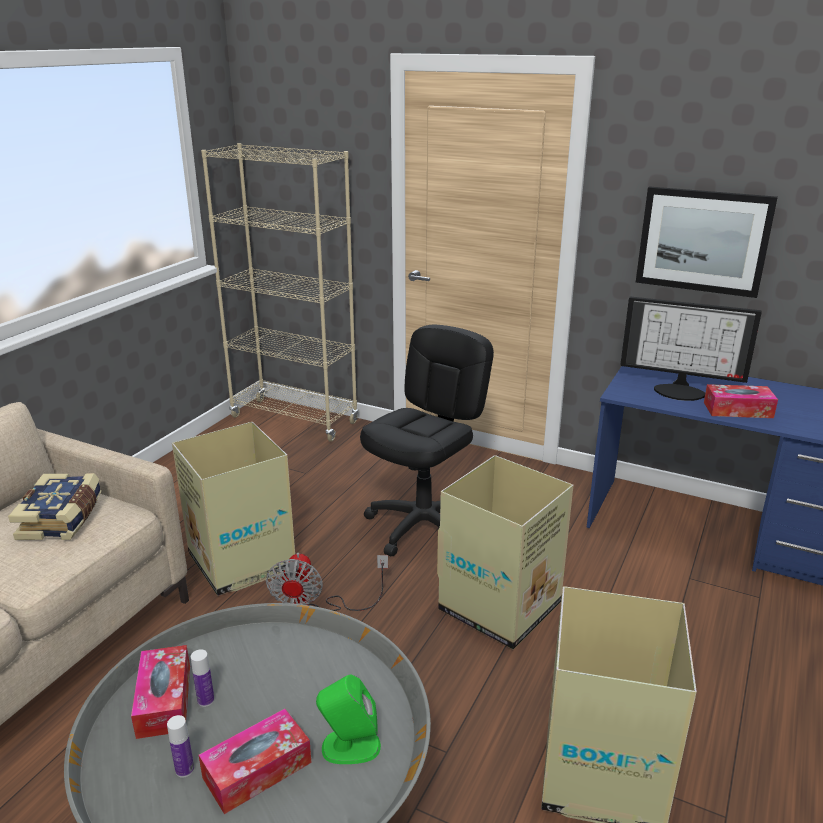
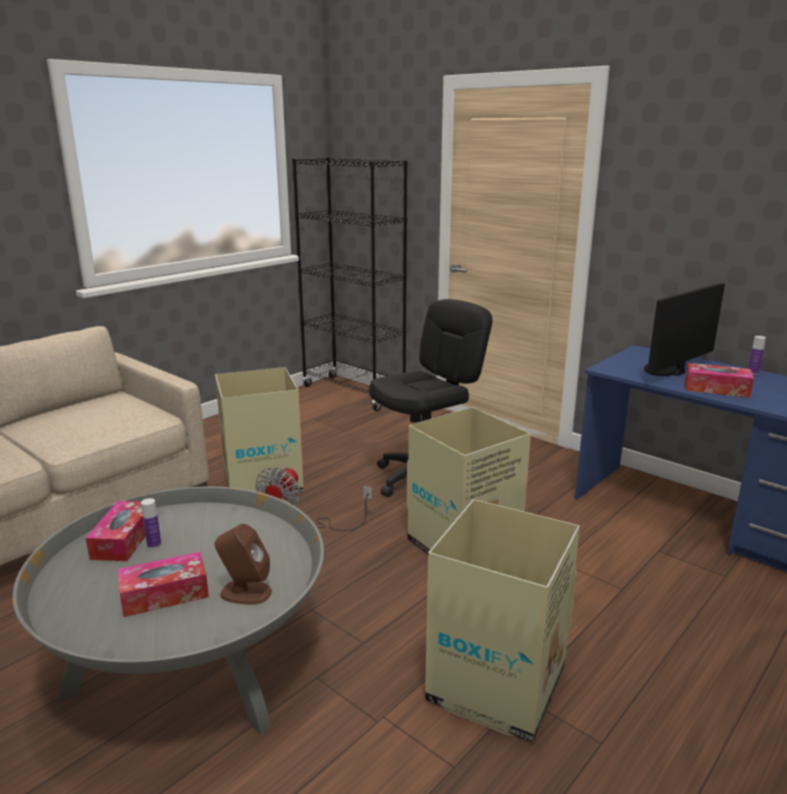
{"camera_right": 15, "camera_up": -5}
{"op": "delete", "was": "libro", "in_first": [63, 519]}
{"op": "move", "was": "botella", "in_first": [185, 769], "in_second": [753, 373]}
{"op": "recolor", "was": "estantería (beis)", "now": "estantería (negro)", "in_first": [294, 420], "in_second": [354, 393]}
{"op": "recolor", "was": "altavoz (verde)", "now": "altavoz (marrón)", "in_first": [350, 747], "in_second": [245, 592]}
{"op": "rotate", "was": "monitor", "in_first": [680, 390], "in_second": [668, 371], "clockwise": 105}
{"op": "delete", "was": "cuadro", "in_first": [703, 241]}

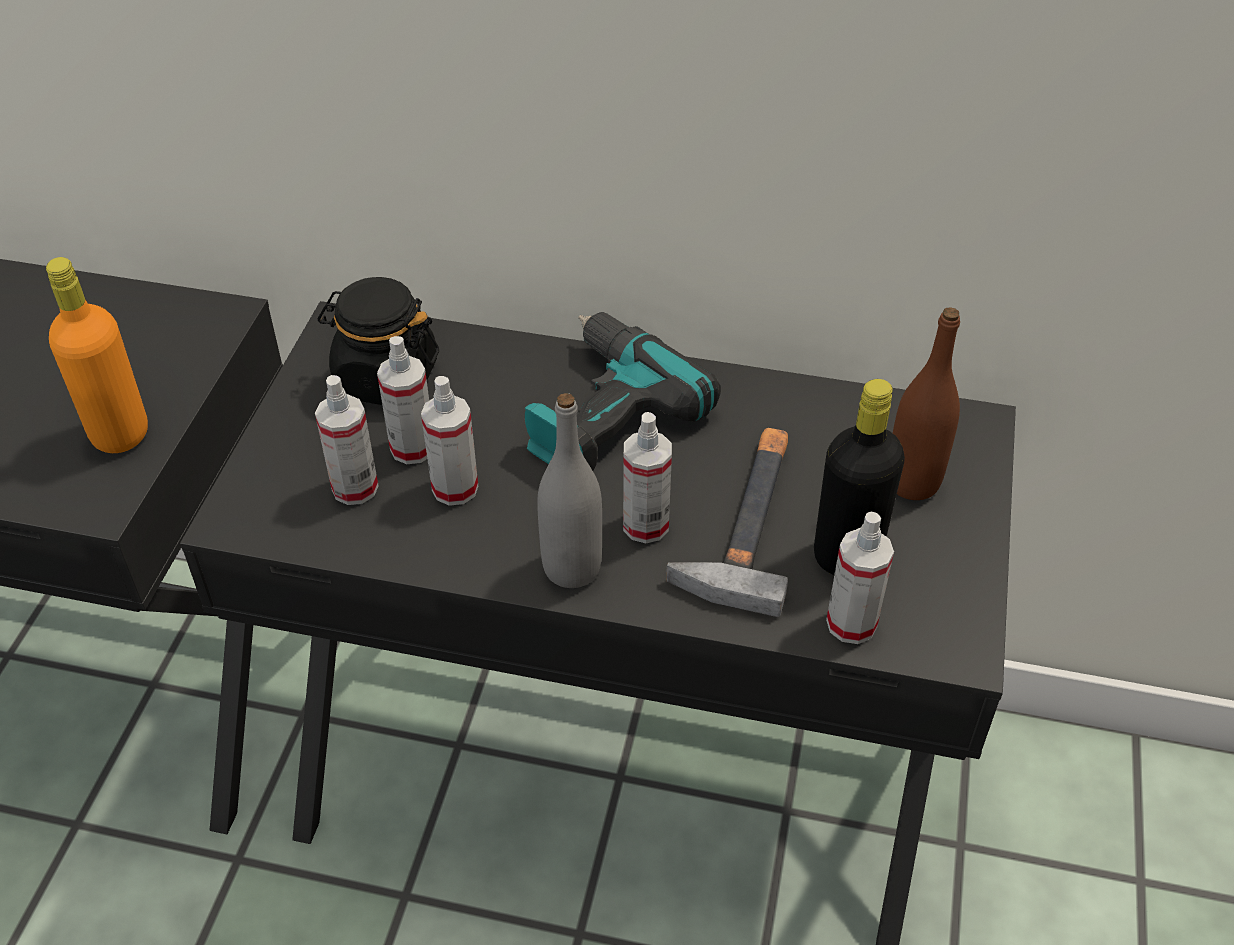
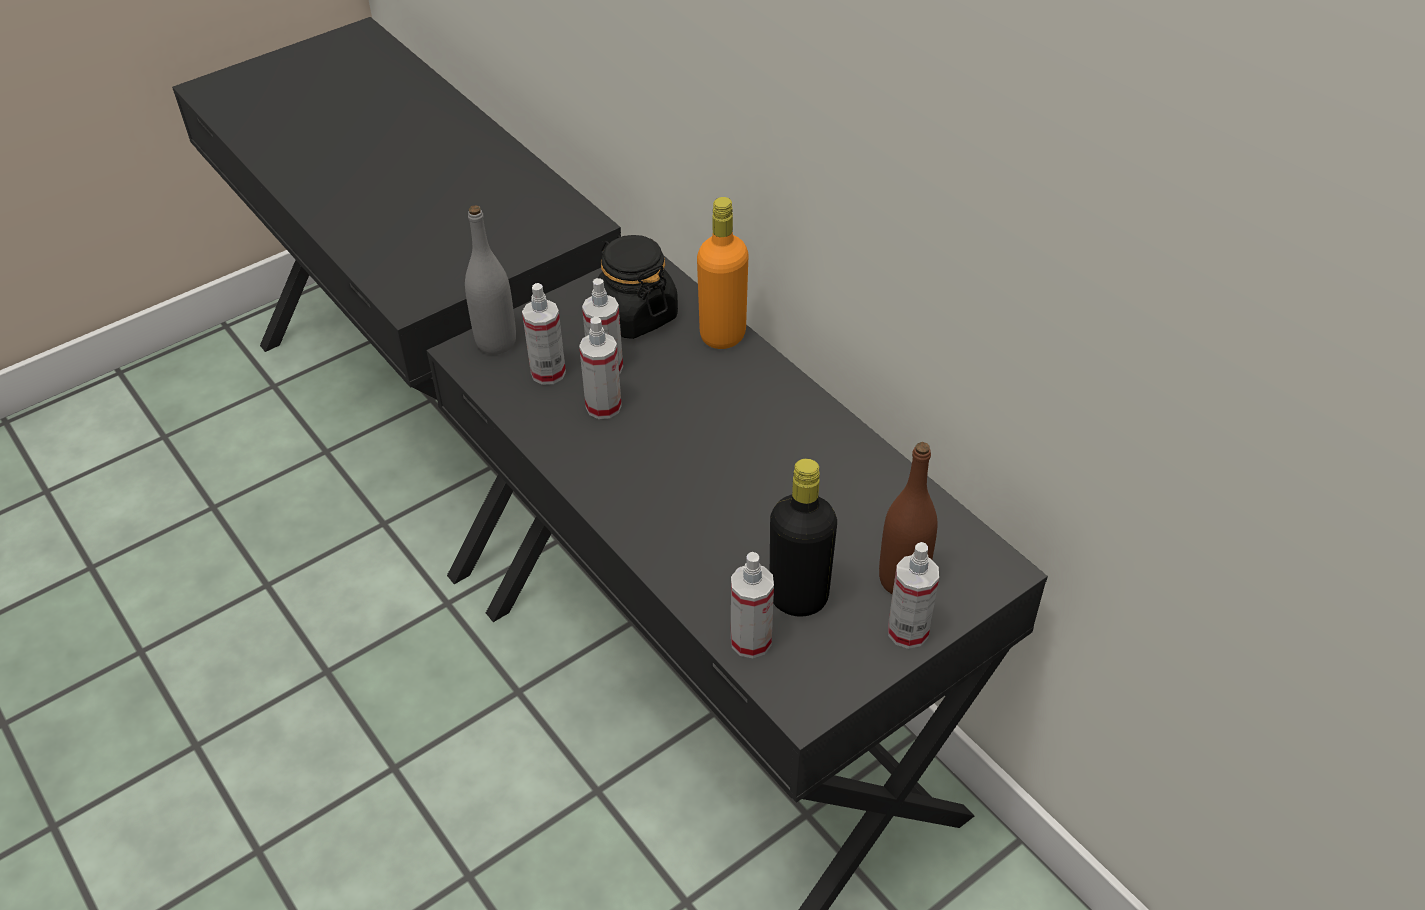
{"camera_right": 40, "camera_up": 0}
{"op": "move", "was": "botella (naranja)", "in_first": [120, 433], "in_second": [722, 335]}
{"op": "delete", "was": "taladro", "in_first": [602, 413]}
{"op": "move", "was": "botella (gris)", "in_first": [572, 568], "in_second": [496, 342]}
{"op": "move", "was": "pulverizador", "in_first": [645, 525], "in_second": [908, 631]}
{"op": "delete", "was": "martillo", "in_first": [745, 519]}

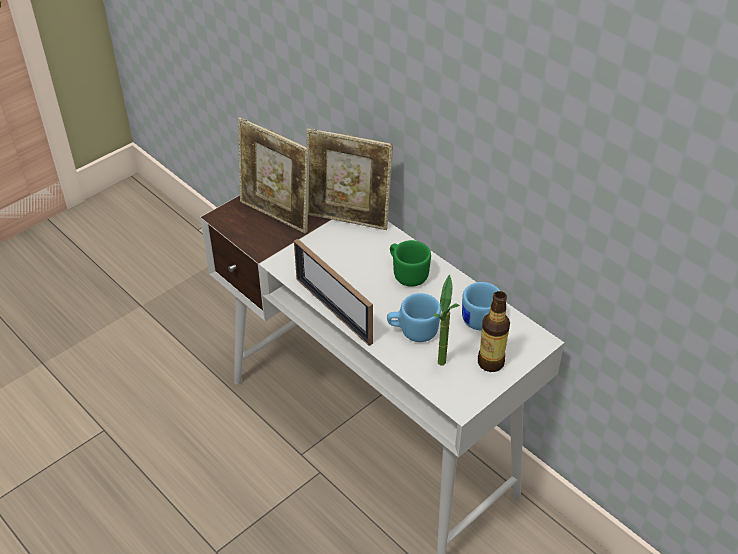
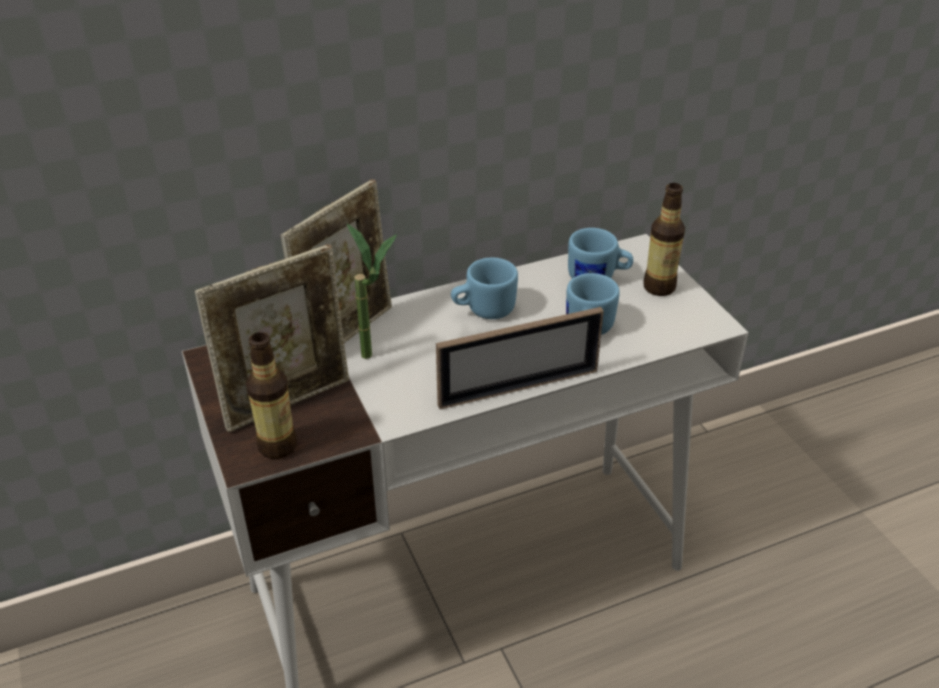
{"camera_right": -70, "camera_up": -5}
{"op": "recolor", "was": "taza grande (verde)", "now": "taza grande (azul)", "in_first": [407, 273], "in_second": [483, 310]}
{"op": "move", "was": "planta en maceta", "in_first": [443, 369], "in_second": [377, 357]}
{"op": "insert", "now": "botella", "in_second": [277, 446]}

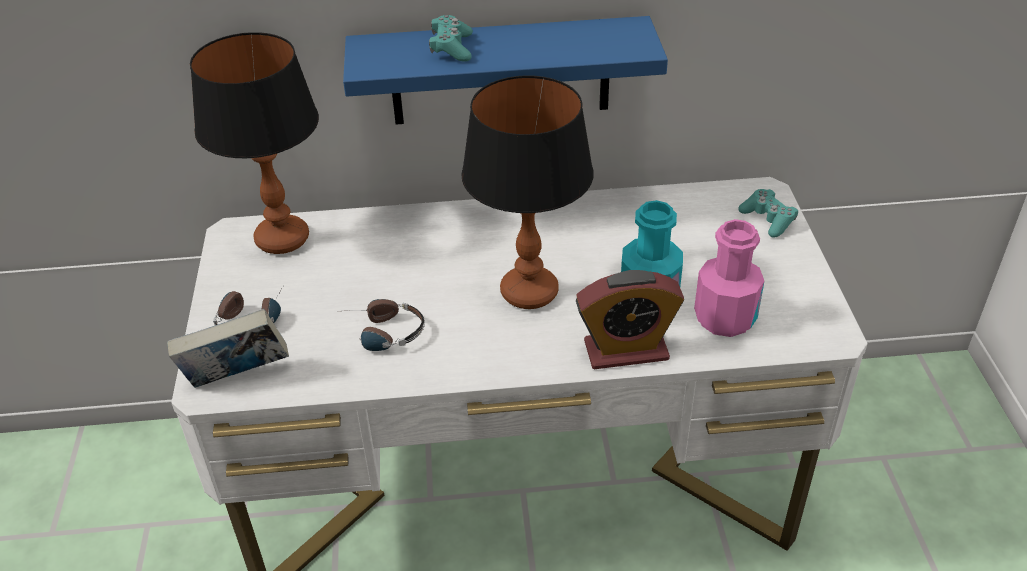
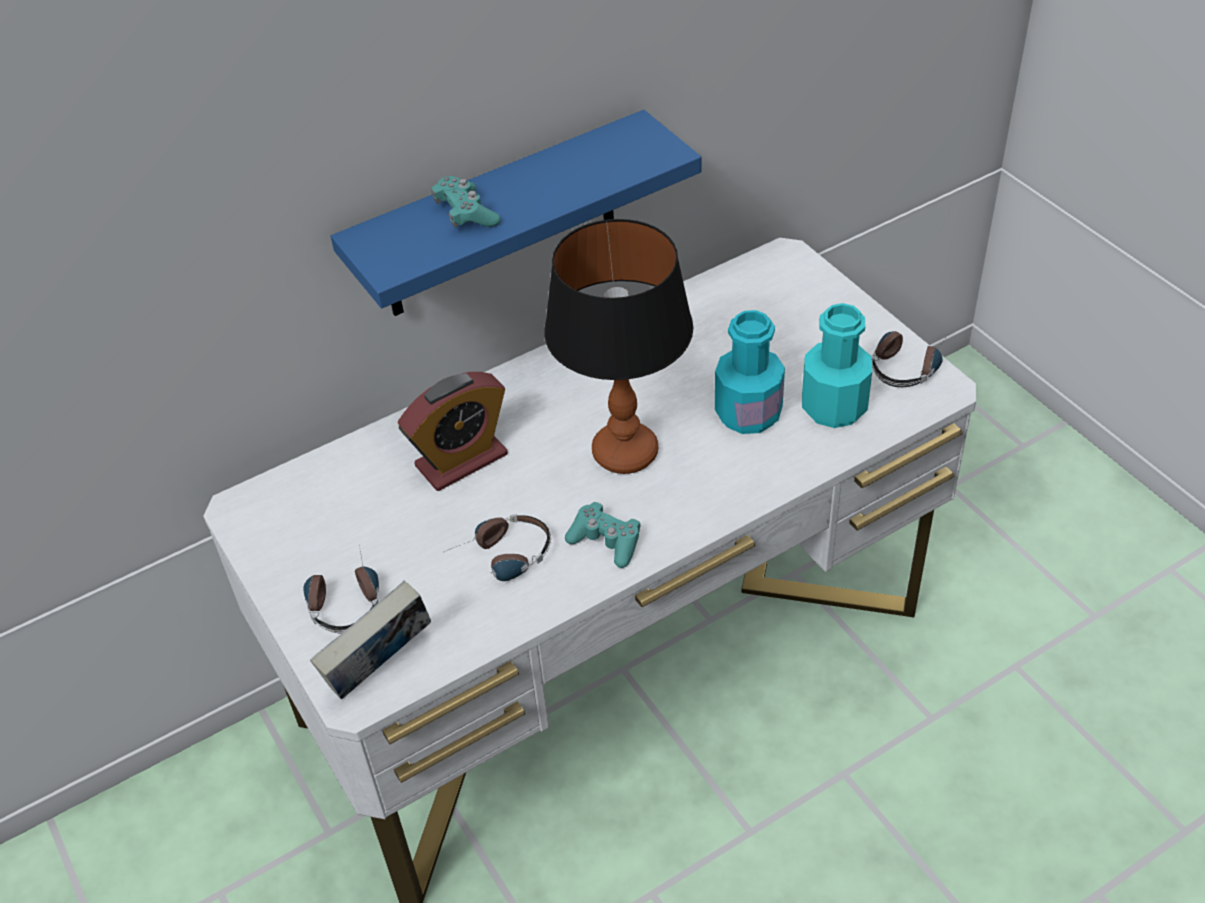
{"camera_right": -25, "camera_up": 5}
{"op": "delete", "was": "lámpara de mesa", "in_first": [282, 239]}
{"op": "move", "was": "despertador", "in_first": [626, 350], "in_second": [461, 460]}
{"op": "recolor", "was": "botella (rosa)", "now": "botella (turquesa)", "in_first": [724, 318], "in_second": [834, 407]}
{"op": "move", "was": "mando de consola (turquesa)", "in_first": [768, 219], "in_second": [606, 541]}
{"op": "insert", "now": "auriculares", "in_second": [907, 364]}

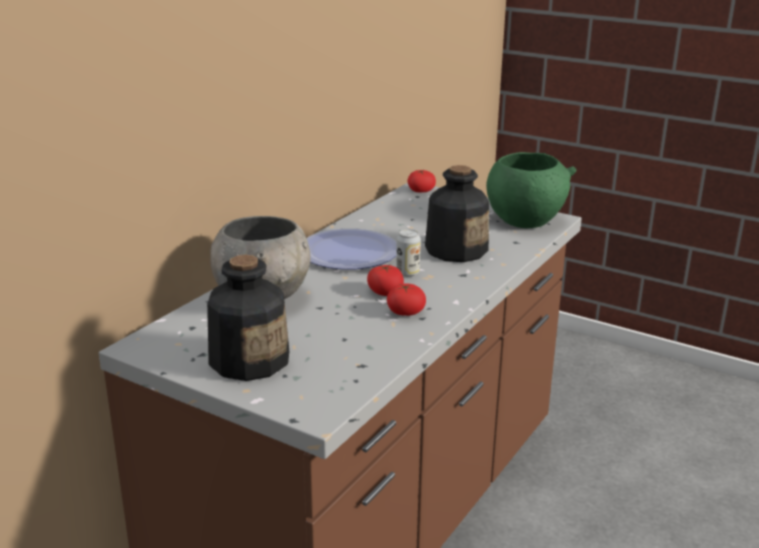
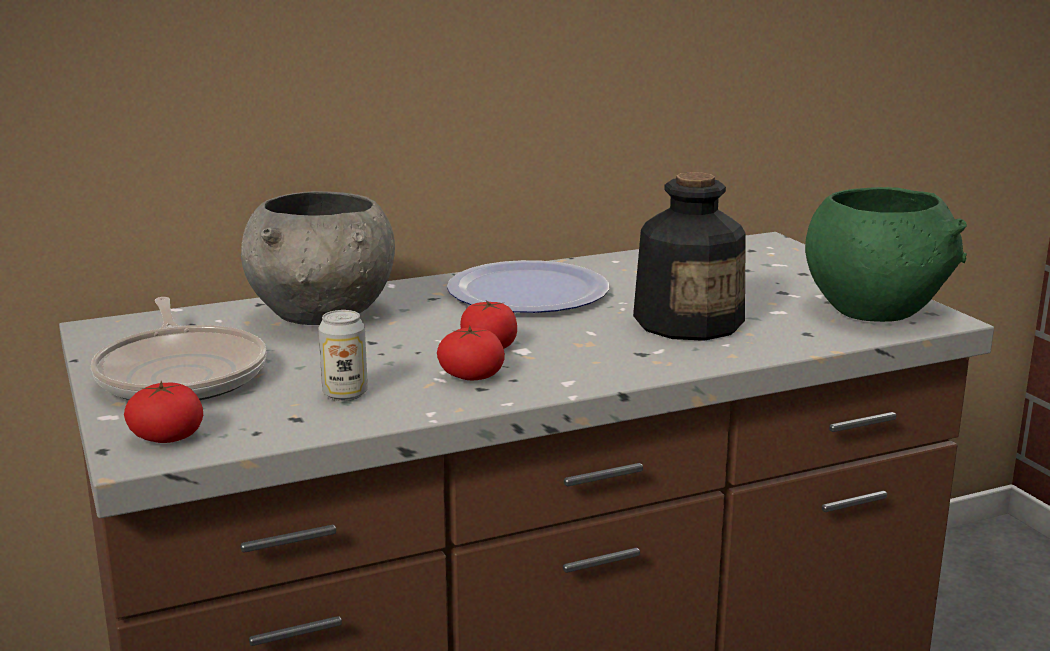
{"camera_right": 35, "camera_up": -5}
{"op": "replace", "was": "botella", "now": "sartén", "in_first": [249, 360], "in_second": [182, 374]}
{"op": "move", "was": "lata", "in_first": [407, 273], "in_second": [345, 394]}
{"op": "move", "was": "tomate", "in_first": [421, 191], "in_second": [167, 437]}

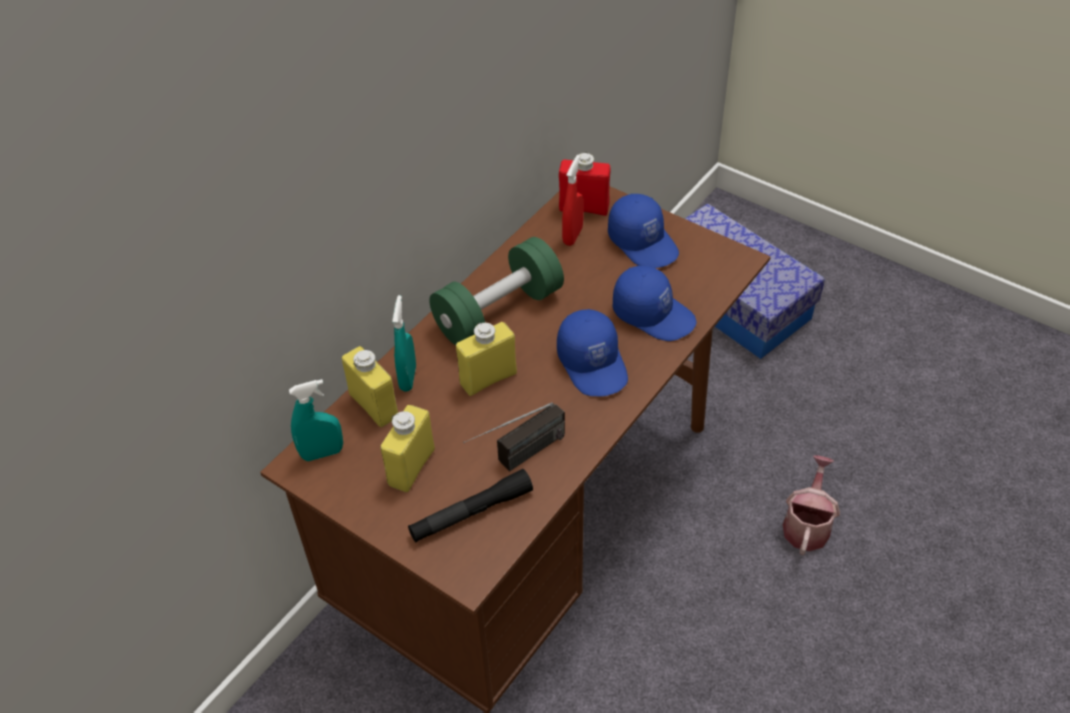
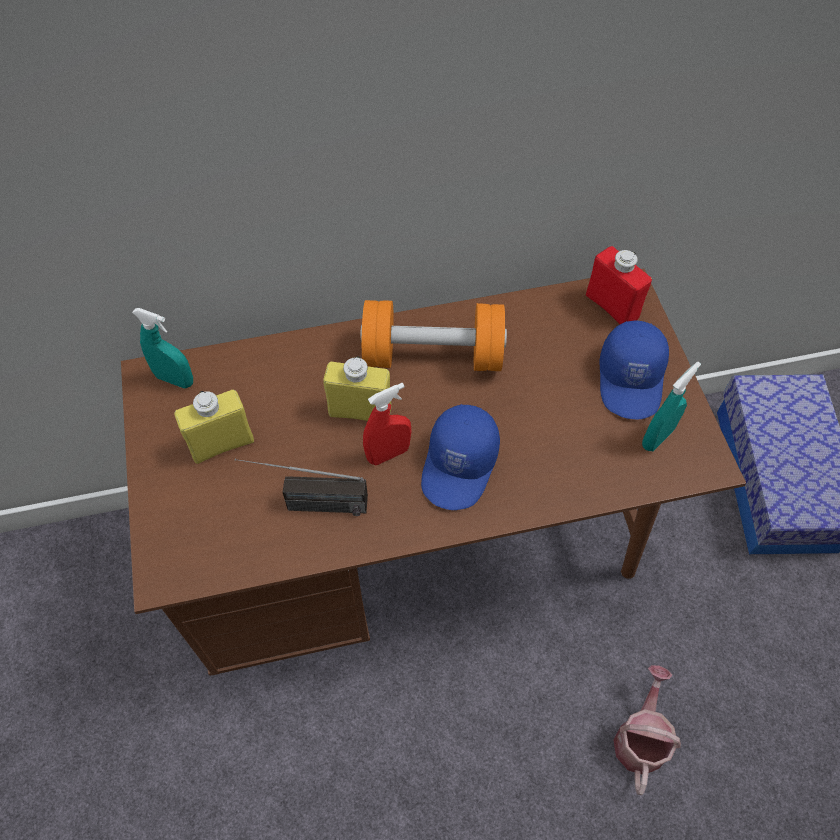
{"camera_right": 40, "camera_up": 10}
{"op": "delete", "was": "botella (amarillo)", "in_first": [374, 406]}
{"op": "move", "was": "pulverizador (turquesa)", "in_first": [408, 378], "in_second": [657, 437]}
{"op": "delete", "was": "linterna (negro)", "in_first": [471, 513]}
{"op": "recolor", "was": "mancuerna (verde)", "now": "mancuerna (naranja)", "in_first": [498, 311], "in_second": [433, 355]}
{"op": "move", "was": "pulverizador (rojo)", "in_first": [572, 235], "in_second": [388, 454]}
{"op": "delete", "was": "gorra (azul)", "in_first": [654, 314]}
{"op": "rotate", "was": "regadera", "in_first": [807, 524], "in_second": [640, 737], "clockwise": -45}

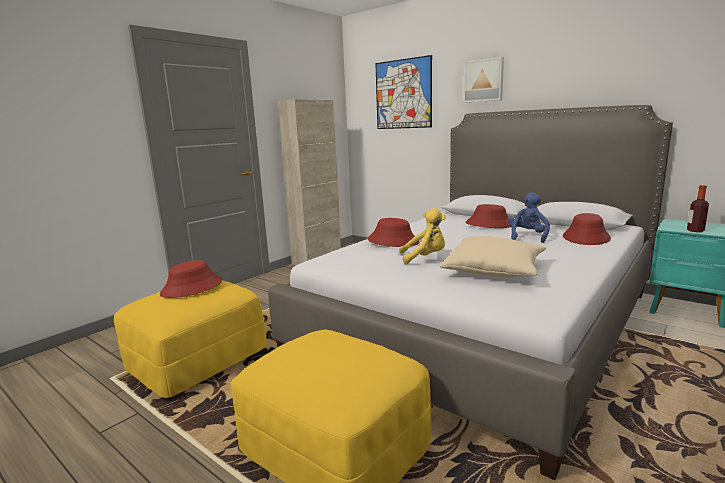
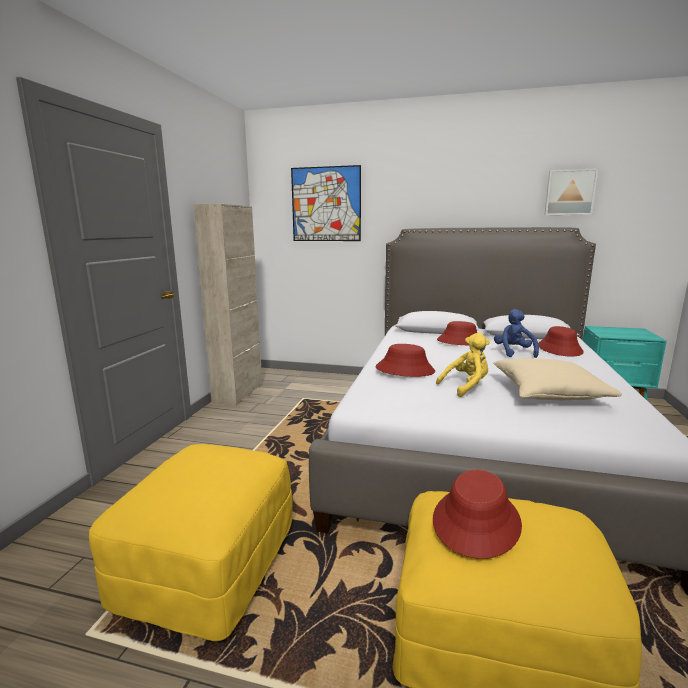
{"camera_right": -25, "camera_up": 0}
{"op": "move", "was": "sombrero (rojo)", "in_first": [192, 288], "in_second": [476, 522]}
{"op": "move", "was": "cuadro", "in_first": [483, 80], "in_second": [569, 192]}
{"op": "delete", "was": "botella", "in_first": [695, 230]}

